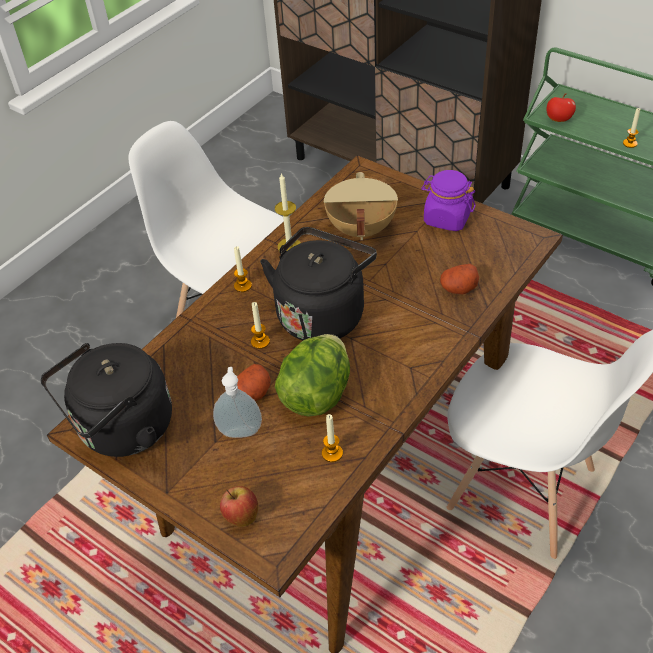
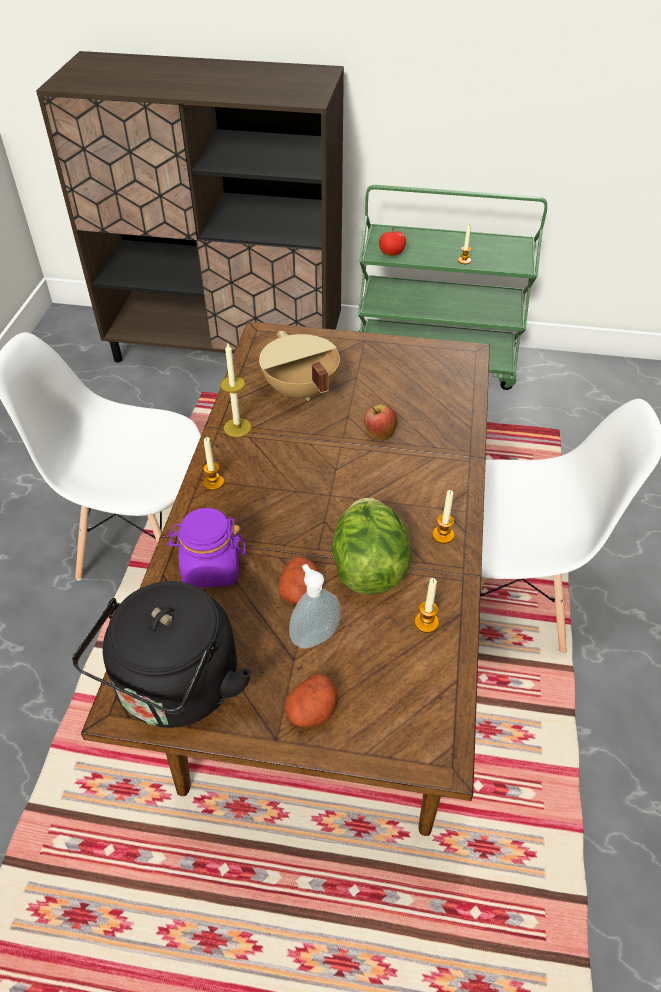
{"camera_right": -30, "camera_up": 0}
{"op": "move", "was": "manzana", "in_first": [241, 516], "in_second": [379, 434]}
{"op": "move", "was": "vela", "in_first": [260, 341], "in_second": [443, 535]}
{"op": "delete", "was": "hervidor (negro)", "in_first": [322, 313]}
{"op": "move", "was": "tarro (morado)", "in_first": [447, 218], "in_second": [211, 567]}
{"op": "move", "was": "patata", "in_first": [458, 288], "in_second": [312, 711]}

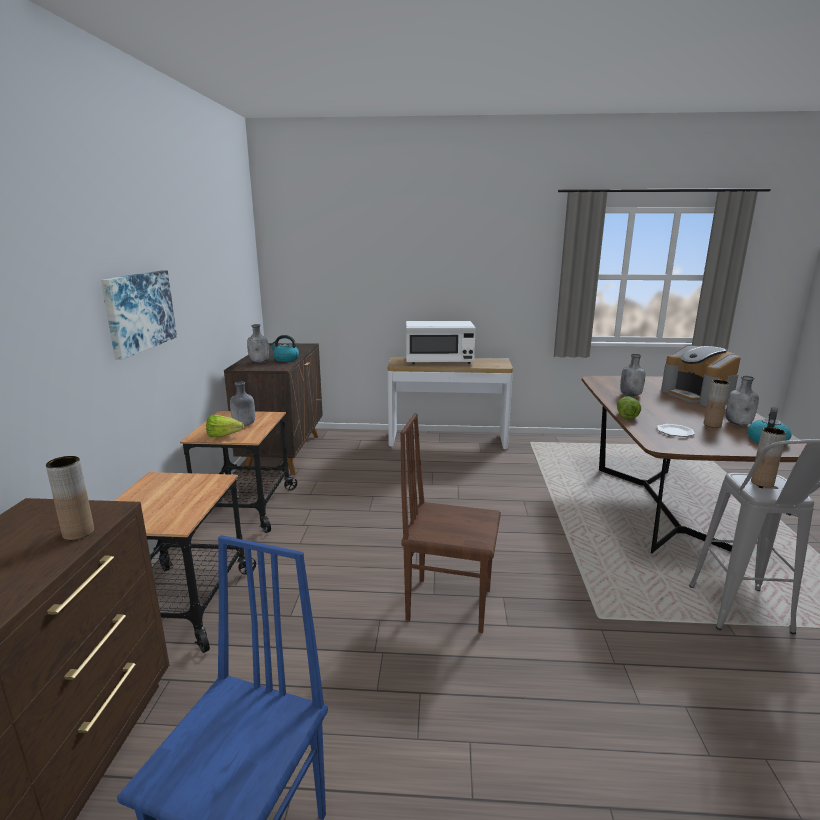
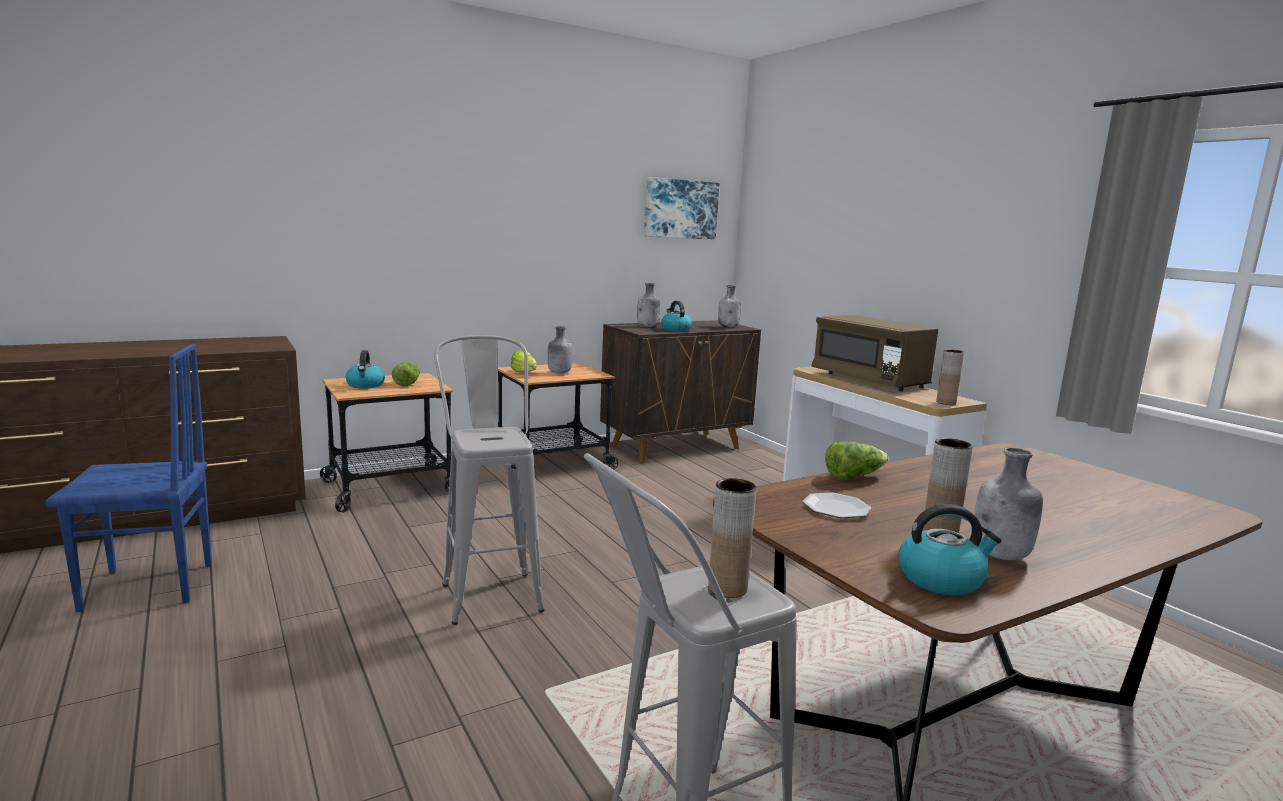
{"camera_right": 55, "camera_up": -5}
{"op": "move", "was": "florero (marrón)", "in_first": [78, 533], "in_second": [946, 403]}
{"op": "move", "was": "cuadro", "in_first": [139, 311], "in_second": [680, 209]}
{"op": "replace", "was": "silla (marrón)", "now": "taburete (gris)", "in_first": [448, 603], "in_second": [489, 589]}
{"op": "recolor", "was": "microondas (blanco)", "now": "microondas (marrón)", "in_first": [439, 362], "in_second": [869, 380]}
{"op": "move", "was": "botella (gris)", "in_first": [630, 395], "in_second": [728, 327]}
{"op": "delete", "was": "cafetera", "in_first": [697, 396]}
{"op": "insert", "now": "hervidor", "in_second": [365, 385]}
{"op": "insert", "now": "lechuga", "in_second": [407, 383]}

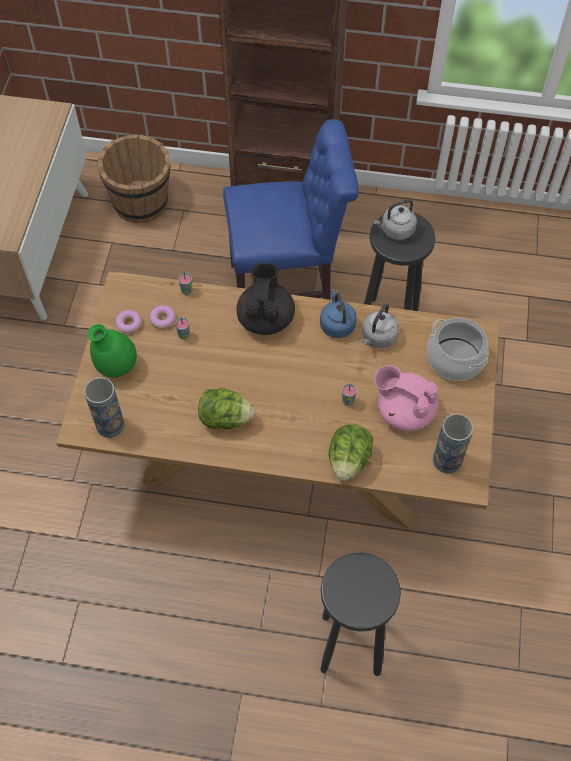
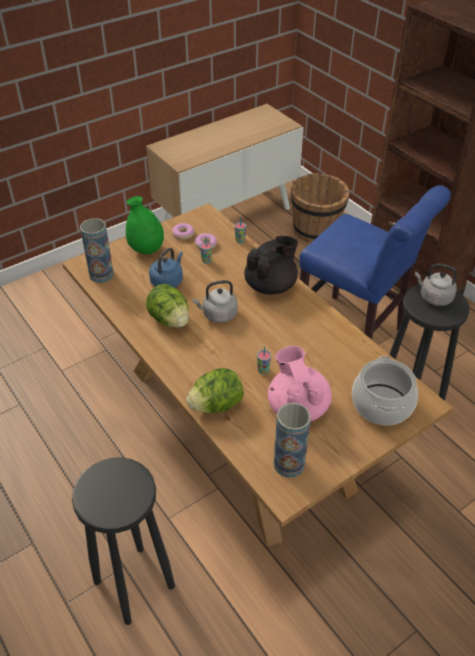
{"camera_right": 45, "camera_up": -15}
{"op": "move", "was": "hervidor (azul)", "in_first": [336, 324], "in_second": [168, 281]}
{"op": "move", "was": "hervidor (gris)", "in_first": [378, 337], "in_second": [218, 314]}

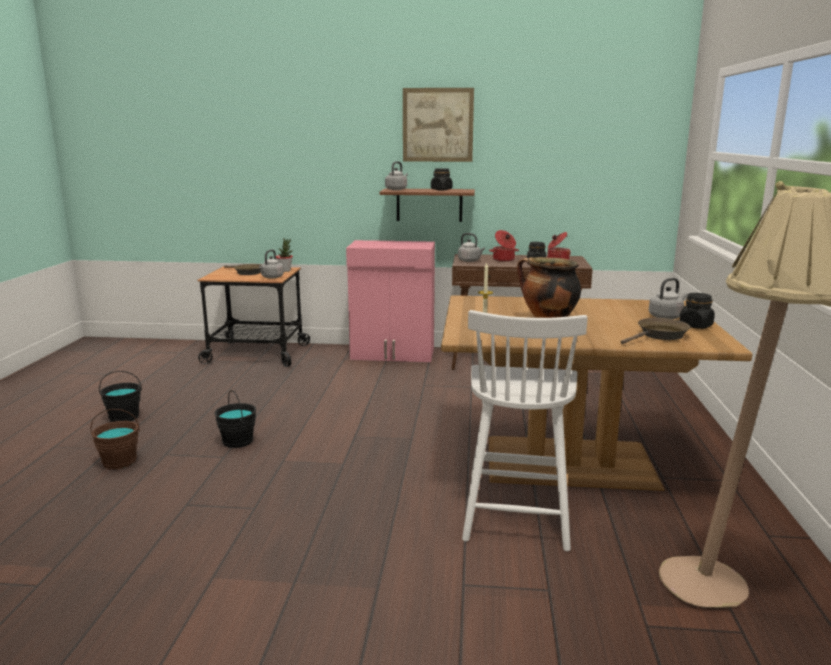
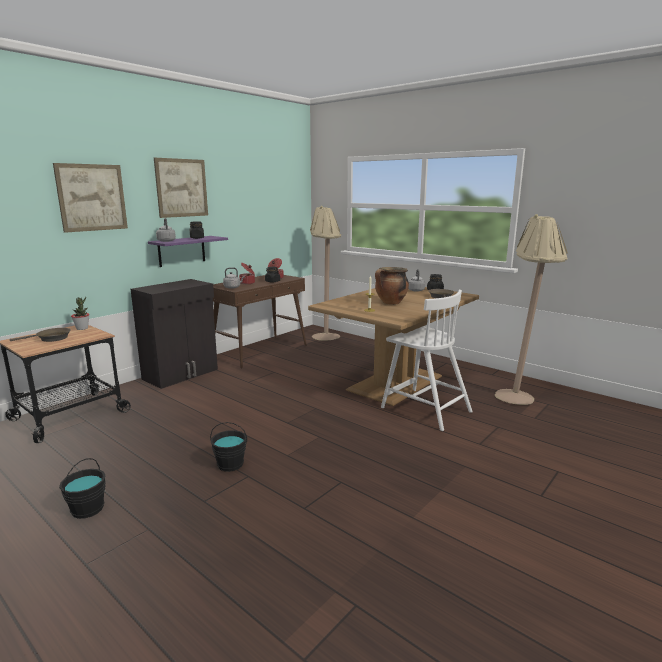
{"camera_right": -55, "camera_up": 0}
{"op": "delete", "was": "cubo (marrón)", "in_first": [120, 461]}
{"op": "delete", "was": "hervidor (gris)", "in_first": [271, 277]}
{"op": "recolor", "was": "armario (rosa)", "now": "armario (negro)", "in_first": [393, 354], "in_second": [181, 374]}
{"op": "recolor", "was": "estante (marrón)", "now": "estante (morado)", "in_first": [429, 205], "in_second": [181, 251]}
{"op": "insert", "now": "cuadro", "in_second": [92, 197]}
{"op": "insert", "now": "lámpara de pie (beis)", "in_second": [326, 335]}

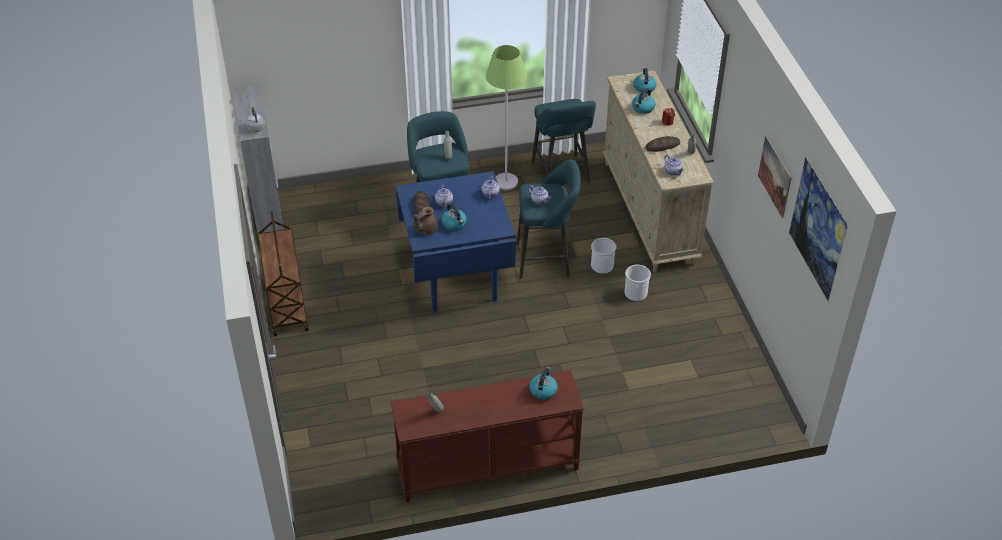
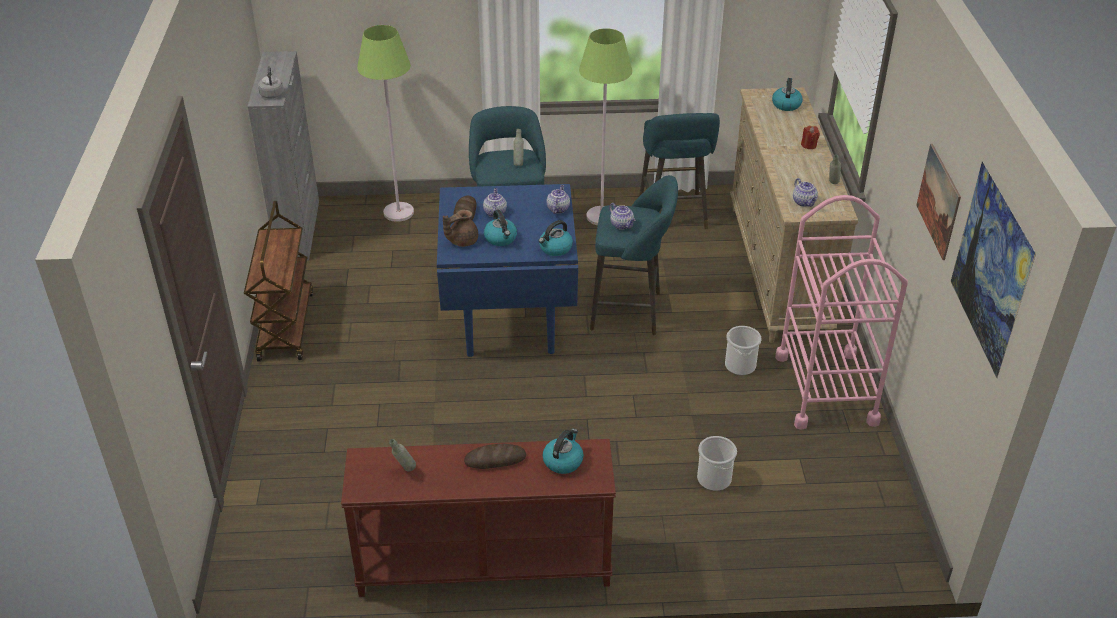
{"camera_right": 10, "camera_up": -5}
{"op": "move", "was": "cubo", "in_first": [601, 266], "in_second": [713, 478]}
{"op": "move", "was": "hervidor", "in_first": [643, 108], "in_second": [555, 248]}
{"op": "move", "was": "pan", "in_first": [662, 146], "in_second": [495, 459]}
{"op": "insert", "now": "lámpara de pie (verde)", "in_second": [398, 212]}
{"op": "insert", "now": "carrito (rosa)", "in_second": [826, 389]}

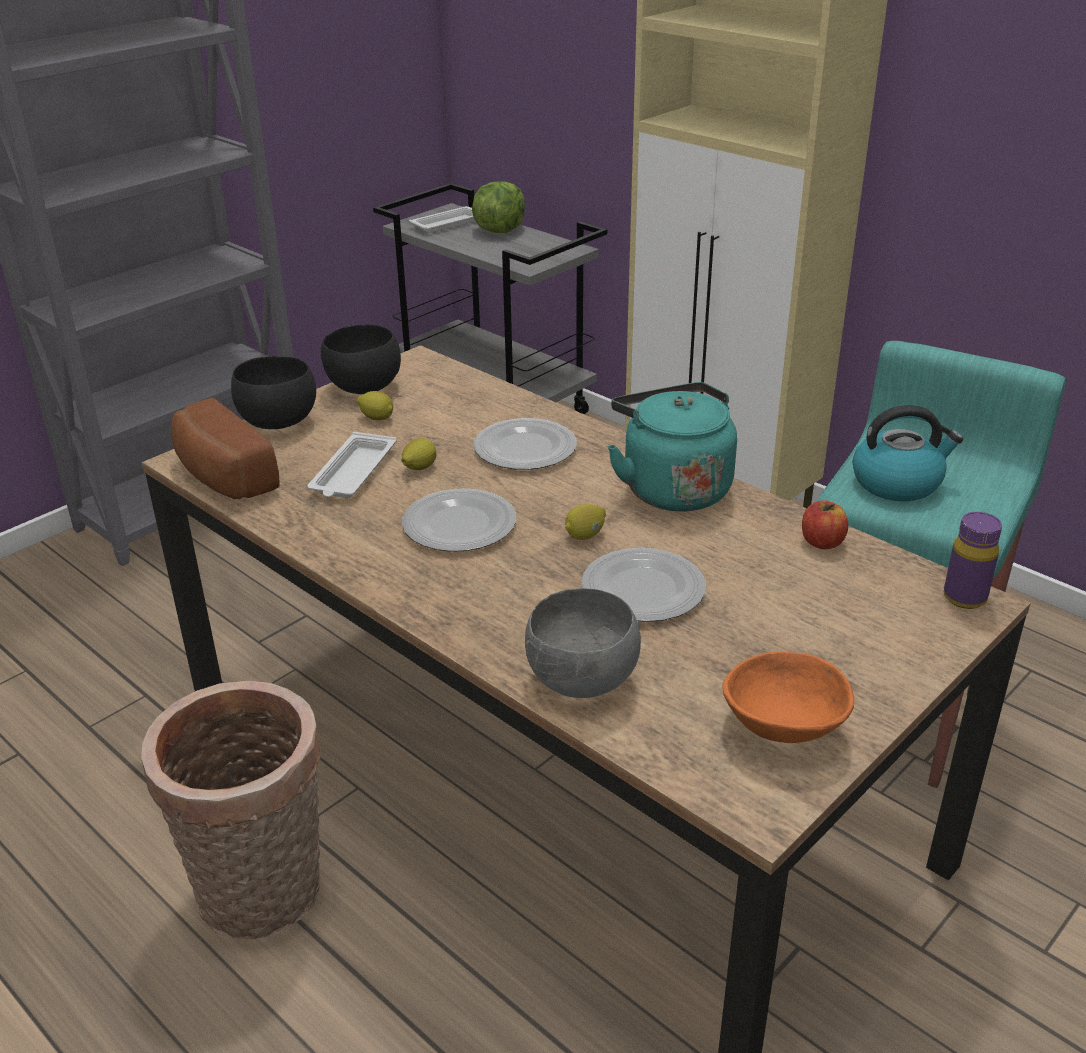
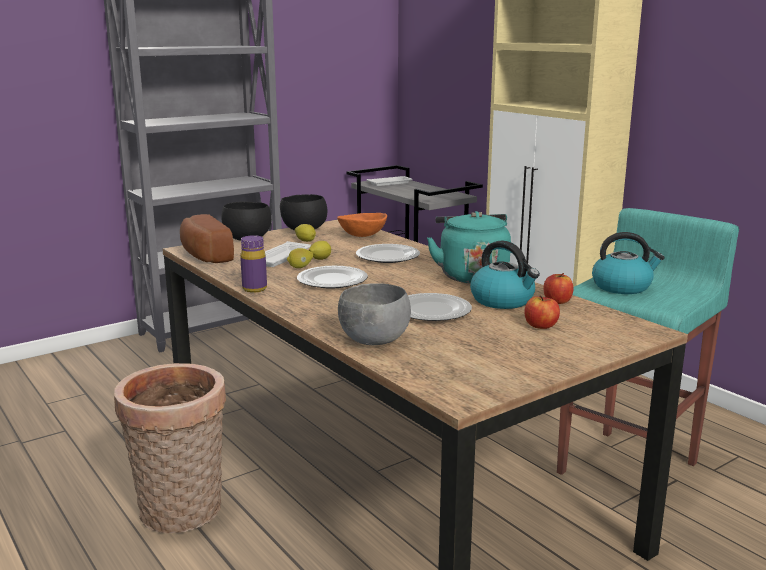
{"camera_right": 10, "camera_up": -15}
{"op": "delete", "was": "lechuga", "in_first": [499, 230]}
{"op": "move", "was": "limón", "in_first": [585, 535], "in_second": [300, 267]}
{"op": "move", "was": "cuenco (naranja)", "in_first": [782, 727], "in_second": [362, 236]}
{"op": "move", "was": "botella (morado)", "in_first": [964, 598], "in_second": [254, 289]}
{"op": "insert", "now": "hervidor", "in_second": [503, 300]}
{"op": "insert", "now": "manzana", "in_second": [541, 326]}

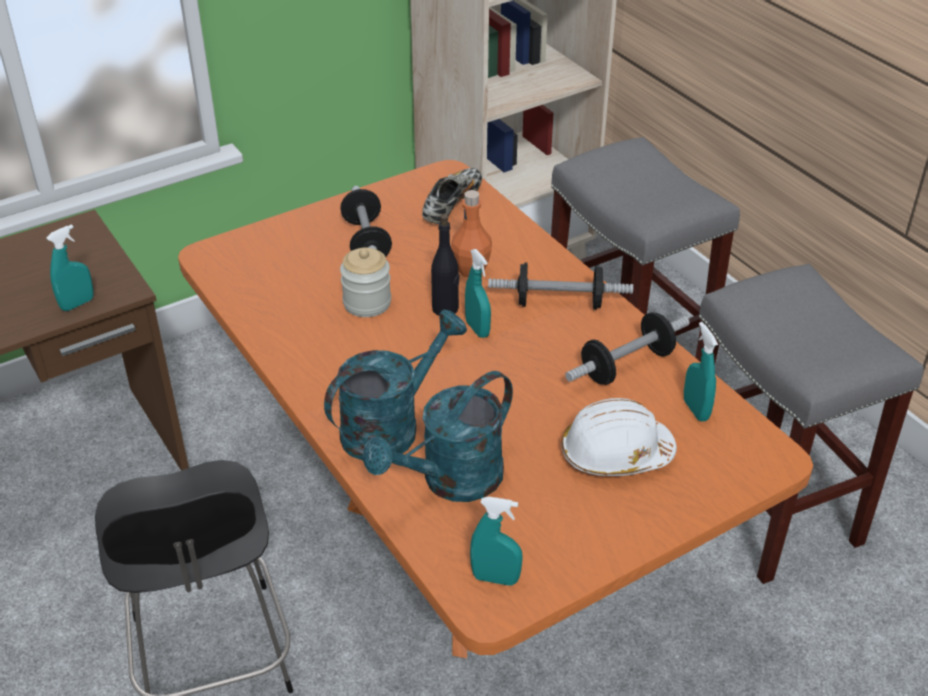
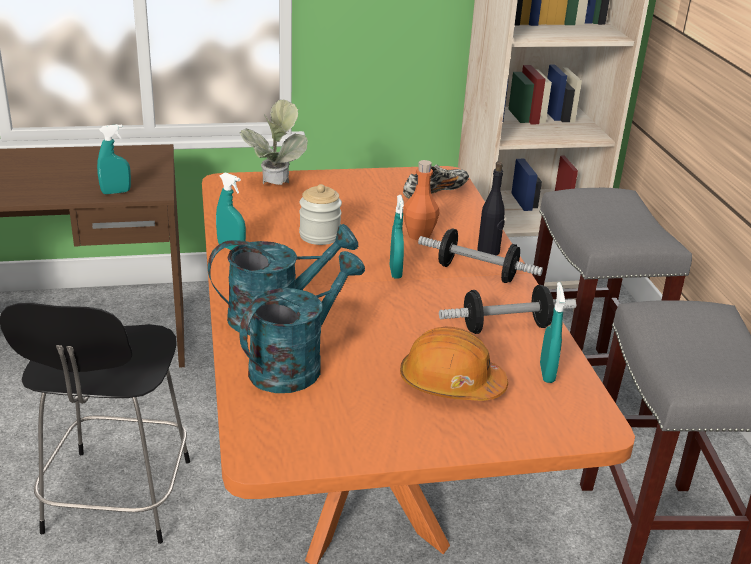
{"camera_right": 20, "camera_up": -10}
{"op": "delete", "was": "mancuerna", "in_first": [366, 242]}
{"op": "rotate", "was": "regadera (turquesa)", "in_first": [451, 482], "in_second": [295, 364], "clockwise": 150}
{"op": "move", "was": "botella (negro)", "in_first": [445, 309], "in_second": [488, 251]}
{"op": "move", "was": "pulverizador (turquesa)", "in_first": [495, 578], "in_second": [231, 248]}
{"op": "recolor", "was": "casco (blanco)", "now": "casco (naranja)", "in_first": [615, 454], "in_second": [450, 384]}
{"op": "insert", "now": "planta en maceta", "in_second": [274, 189]}

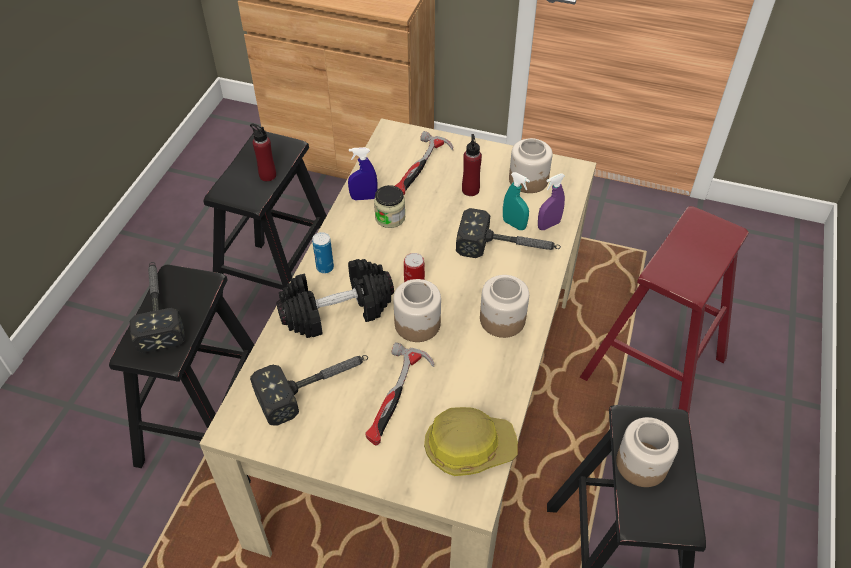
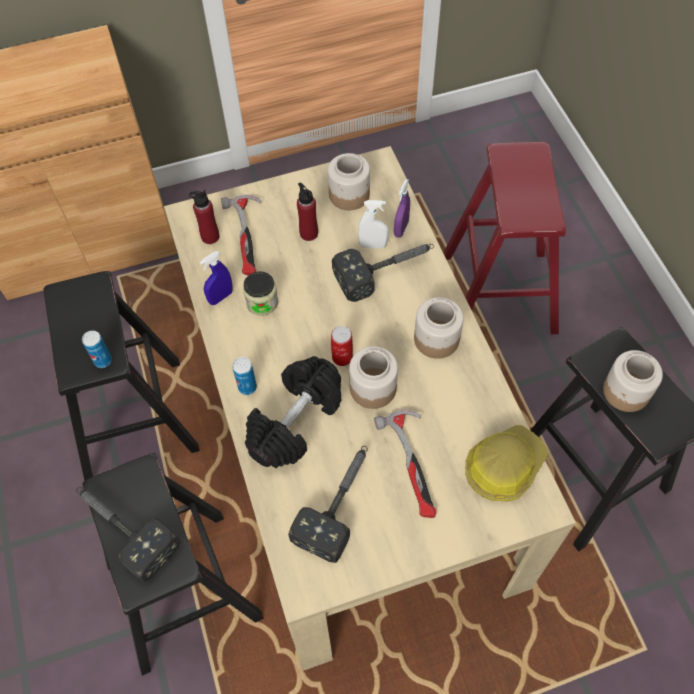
{"camera_right": -35, "camera_up": 10}
{"op": "move", "was": "botella (rojo)", "in_first": [267, 175], "in_second": [210, 236]}
{"op": "recolor", "was": "pulverizador (turquesa)", "now": "pulverizador (blanco)", "in_first": [514, 224], "in_second": [373, 245]}
{"op": "insert", "now": "lata", "in_second": [103, 361]}

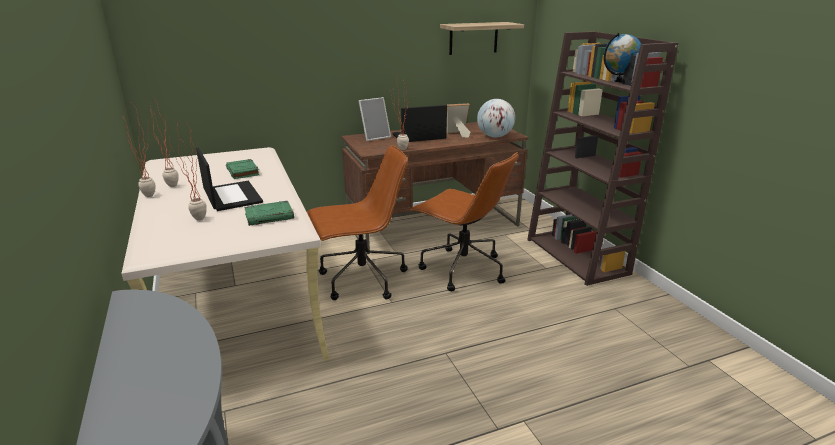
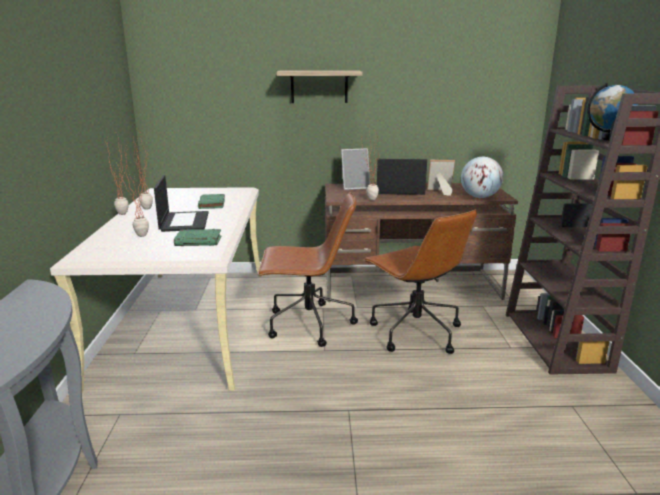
{"camera_right": 20, "camera_up": -5}
{"op": "move", "was": "estante", "in_first": [473, 38], "in_second": [319, 86]}

